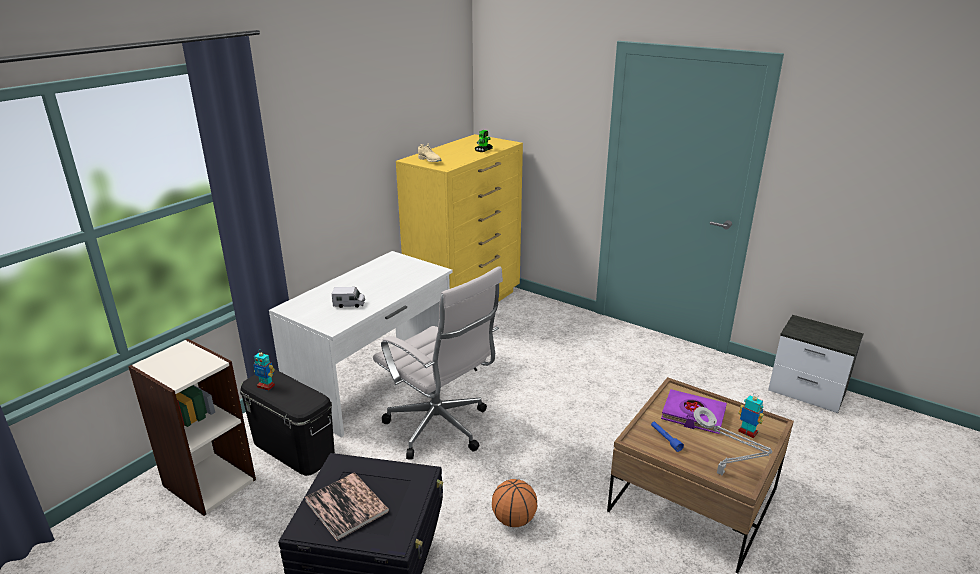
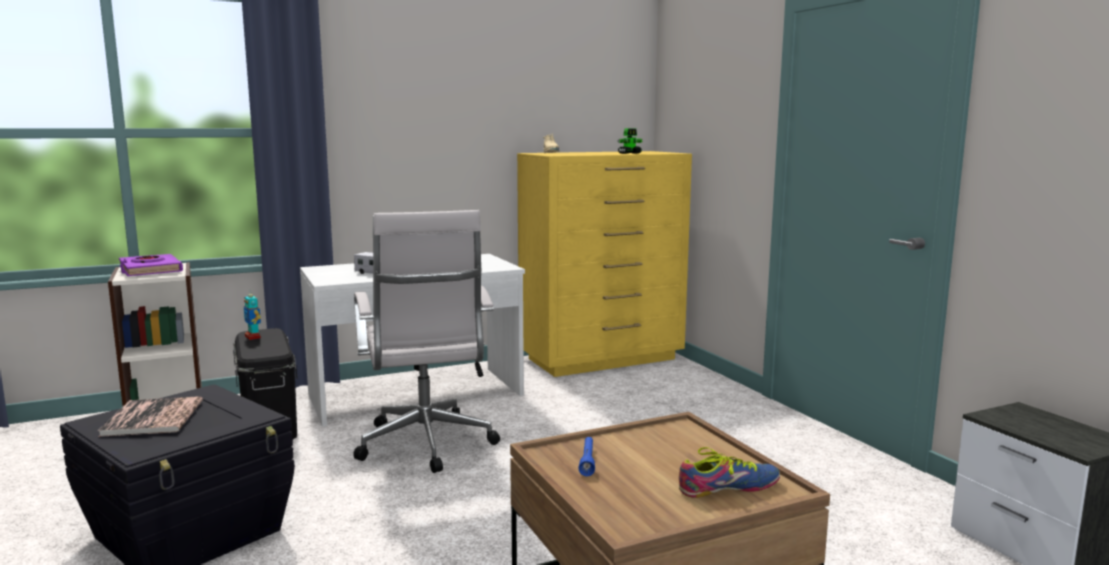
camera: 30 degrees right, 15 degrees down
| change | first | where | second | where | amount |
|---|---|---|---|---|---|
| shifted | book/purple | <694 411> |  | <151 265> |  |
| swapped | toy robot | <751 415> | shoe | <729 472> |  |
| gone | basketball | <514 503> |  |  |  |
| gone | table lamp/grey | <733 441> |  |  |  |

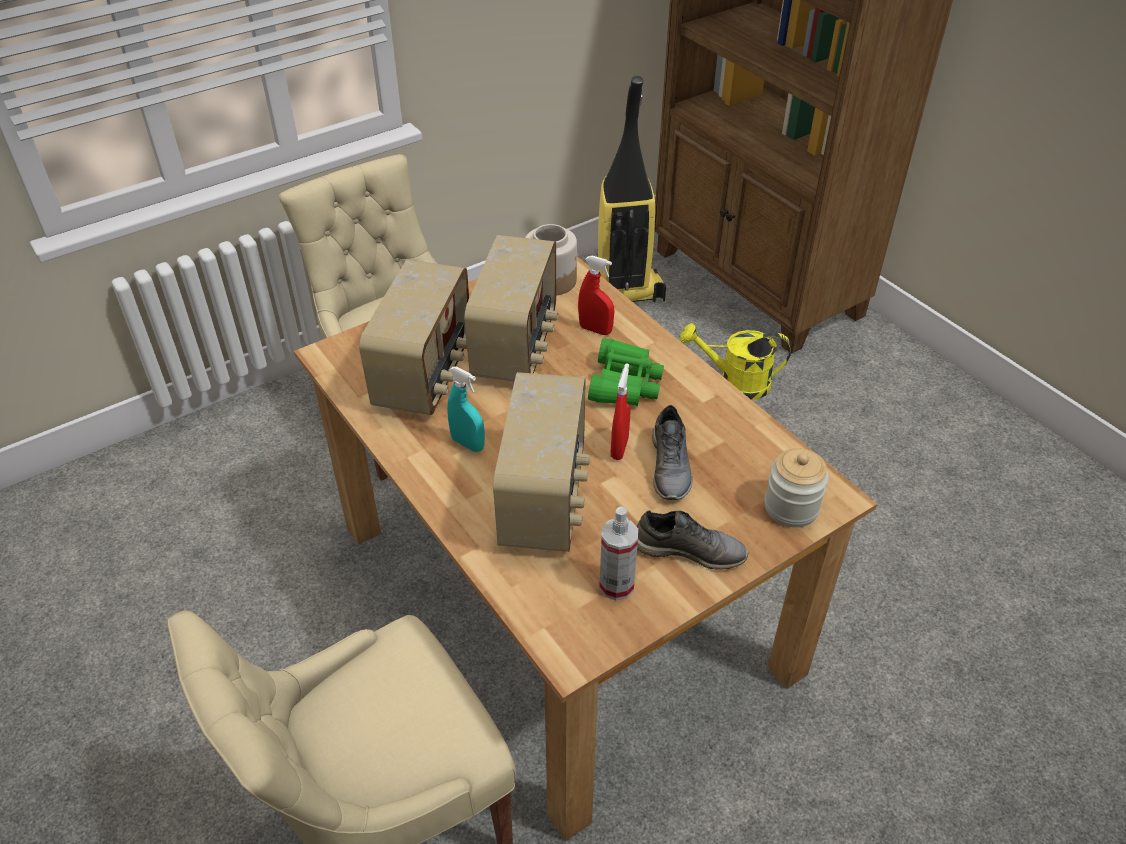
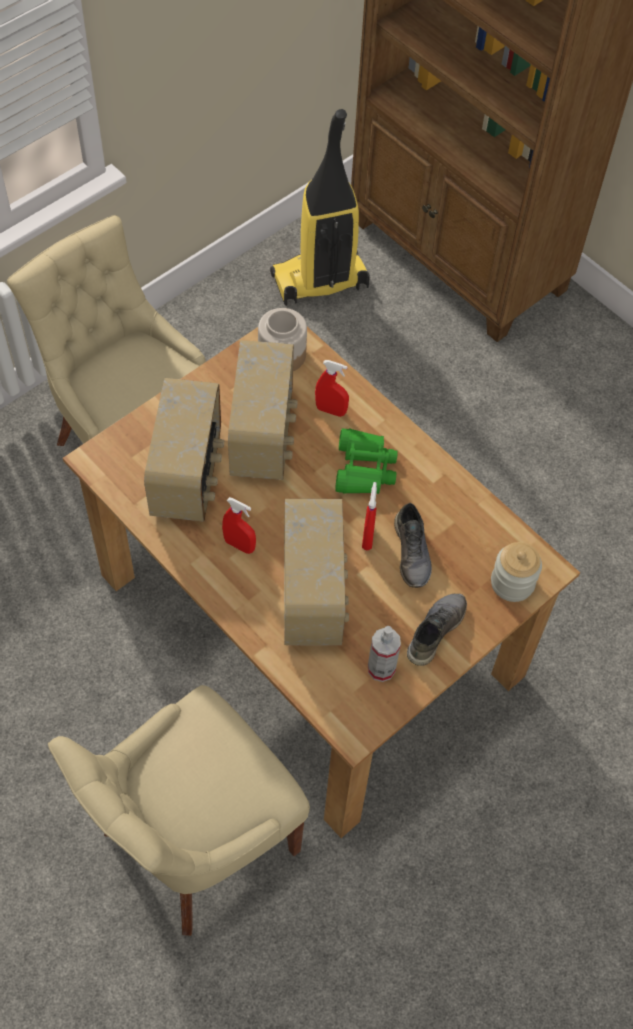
camera: 10 degrees left, 15 degrees up
| change | first | where | second | where | amount |
|---|---|---|---|---|---|
| repainted | spray bottle/turquoise | <466 409> | spray bottle/red | <239 525> |  |
| rotated | shoe/grey | <692 540> |  | <437 630> | 60 degrees counterclockwise |
| gone | watering can/yellow | <735 361> |  |  |  |

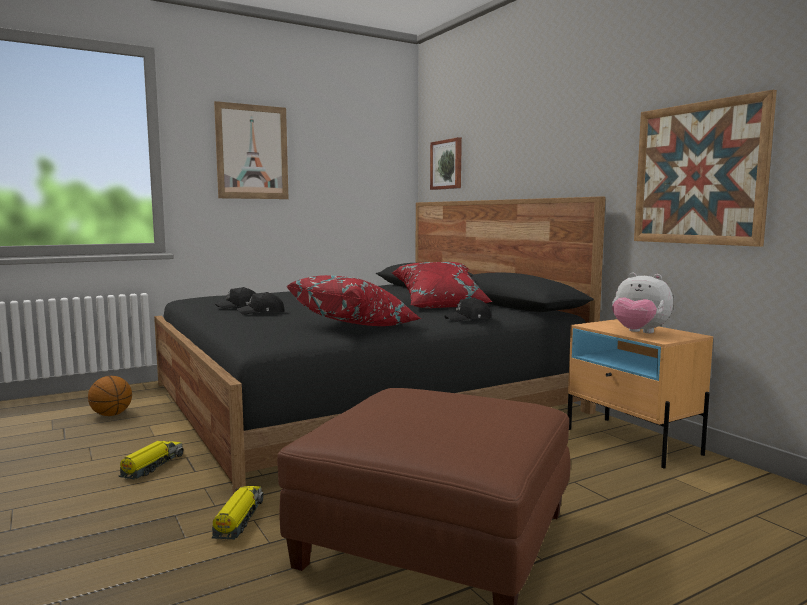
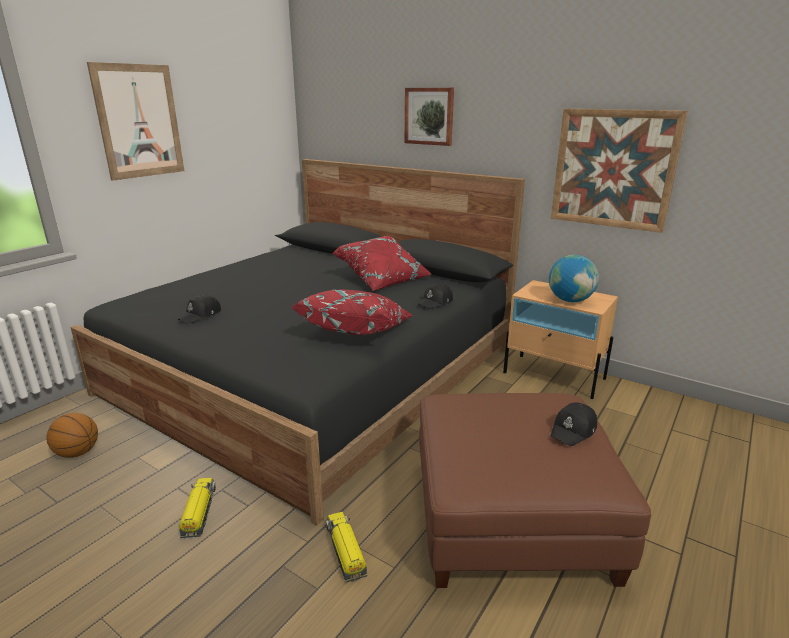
camera: 25 degrees left, 15 degrees up
| change | first | where | second | where | amount |
|---|---|---|---|---|---|
| shifted | picture | <446 163> |  | <429 117> |  |
| swapped | plush toy | <642 302> | globe | <574 278> |  |
| shifted | cap/black | <261 303> |  | <573 424> |  |

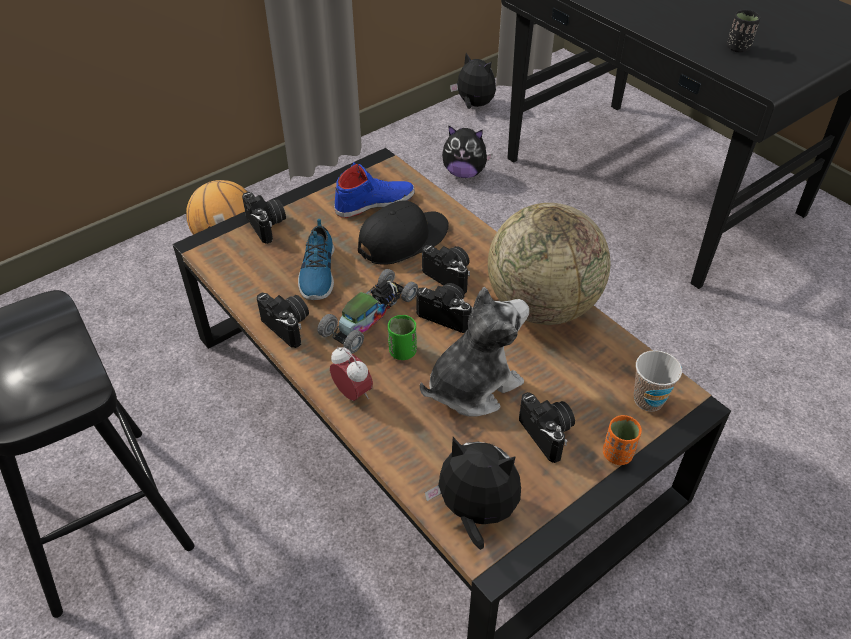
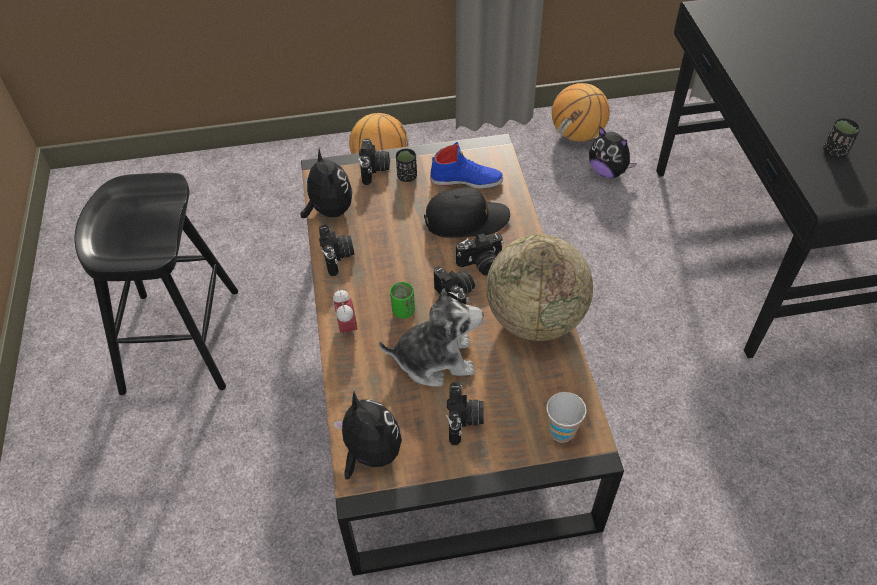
camera: 30 degrees right, 5 degrees up
| change | first | where | second | where | amount |
|---|---|---|---|---|---|
| shifted | plush toy | <473 81> |  | <326 183> |  |
| new |  |  | cup/black | <406 165> |  |
| rotated | photo camera | <446 269> |  | <480 254> | 90 degrees clockwise |
| new |  |  | basketball | <581 112> |  |
| gone | shoe | <316 259> |  |  |  |
| gone | toy car | <367 311> |  |  |  |
| gone | cup/orange | <622 440> |  |  |  |

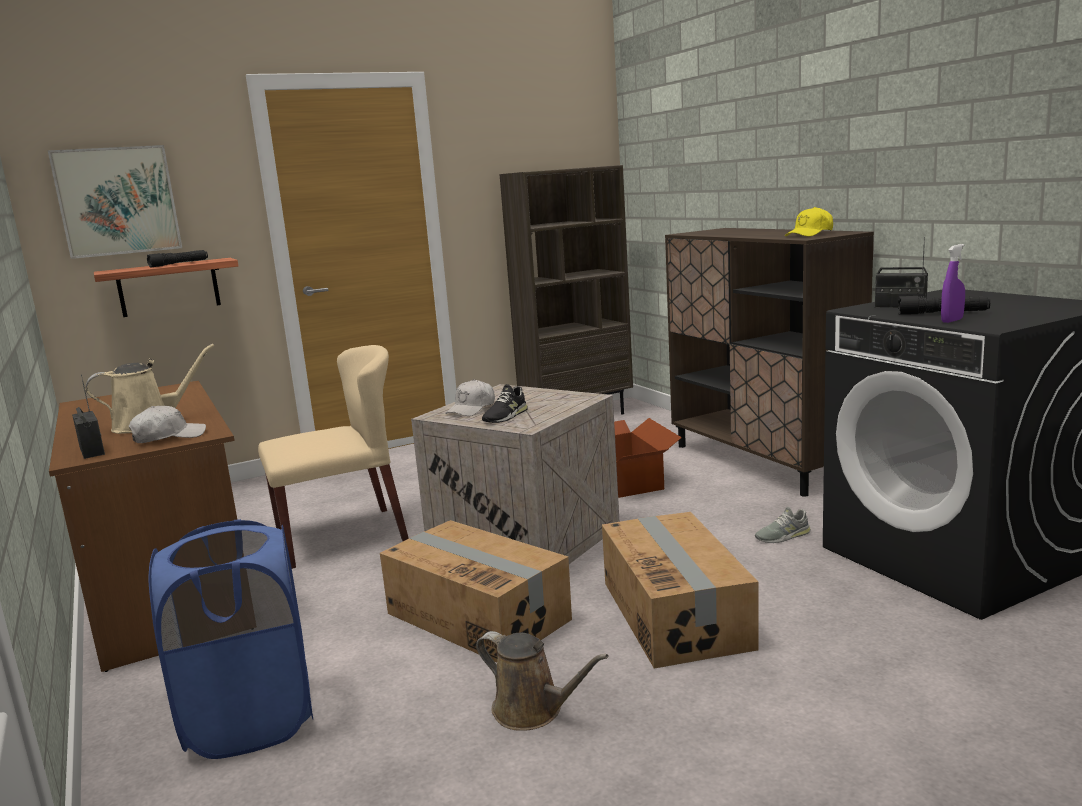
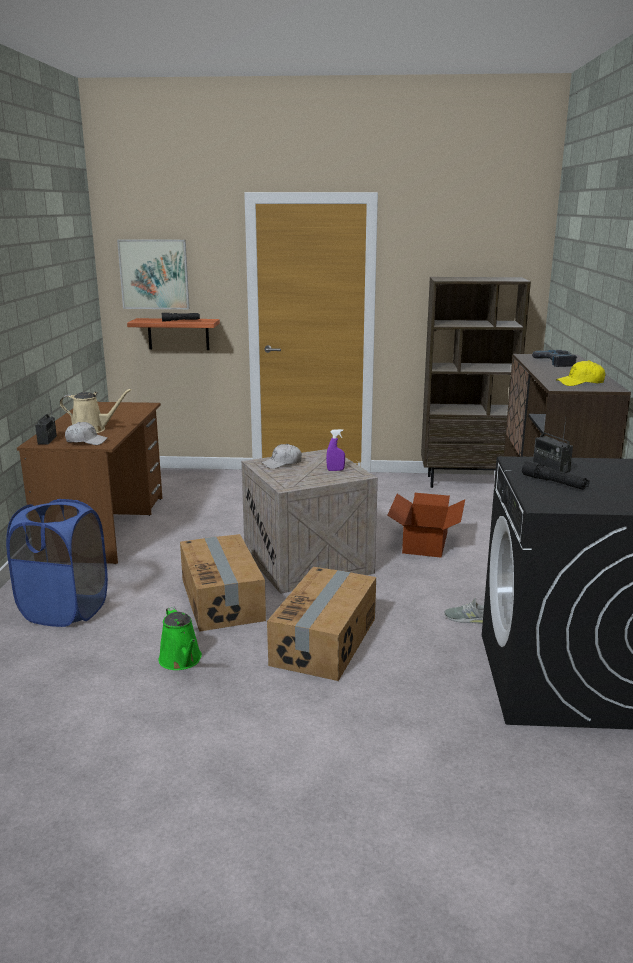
camera: 30 degrees right, 5 degrees up
| change | first | where | second | where | amount |
|---|---|---|---|---|---|
| repainted | watering can/brown | <542 681> | watering can/green | <180 638> |  |
| shifted | spray bottle/purple | <953 283> |  | <335 450> |  |
| new |  |  | power drill | <554 358> |  |
| gone | chair/beige | <333 457> |  |  |  |
| gone | shoe/black | <505 403> |  |  |  |

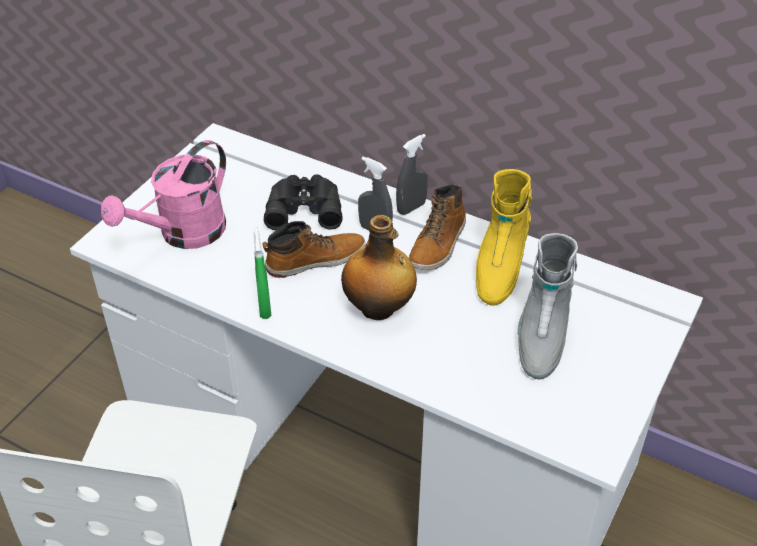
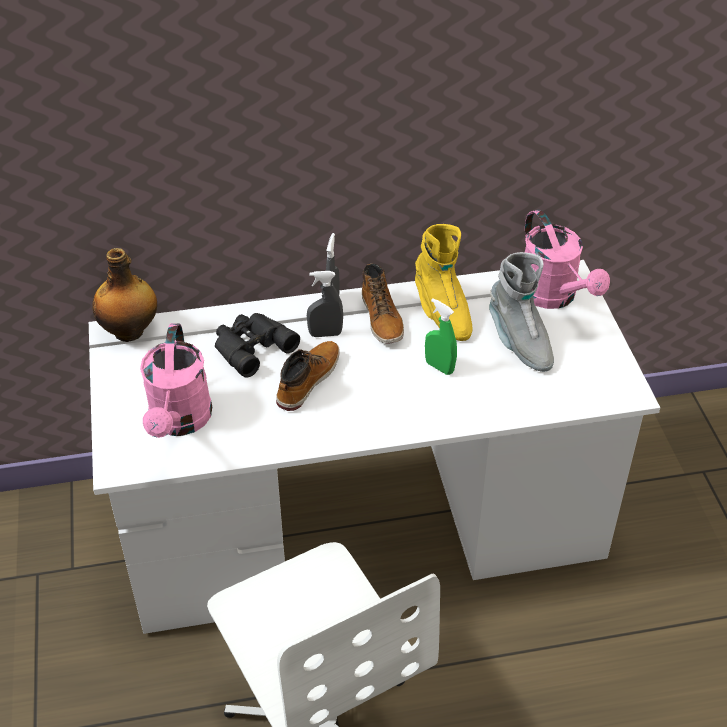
camera: 40 degrees left, 0 degrees up
| change | first | where | second | where | amount |
|---|---|---|---|---|---|
| shifted | bottle | <379 267> |  | <124 295> |  |
| shifted | spray bottle/green | <262 273> |  | <441 336> |  |
| new |  |  | watering can/pink | <567 259> |  |

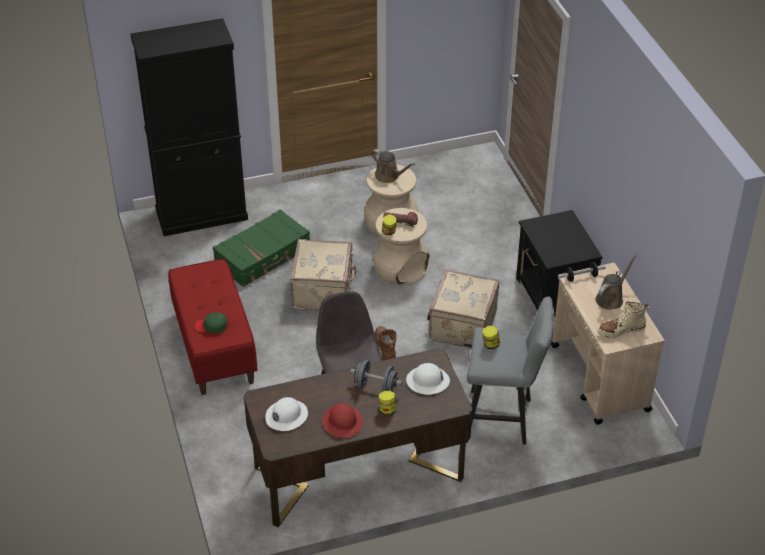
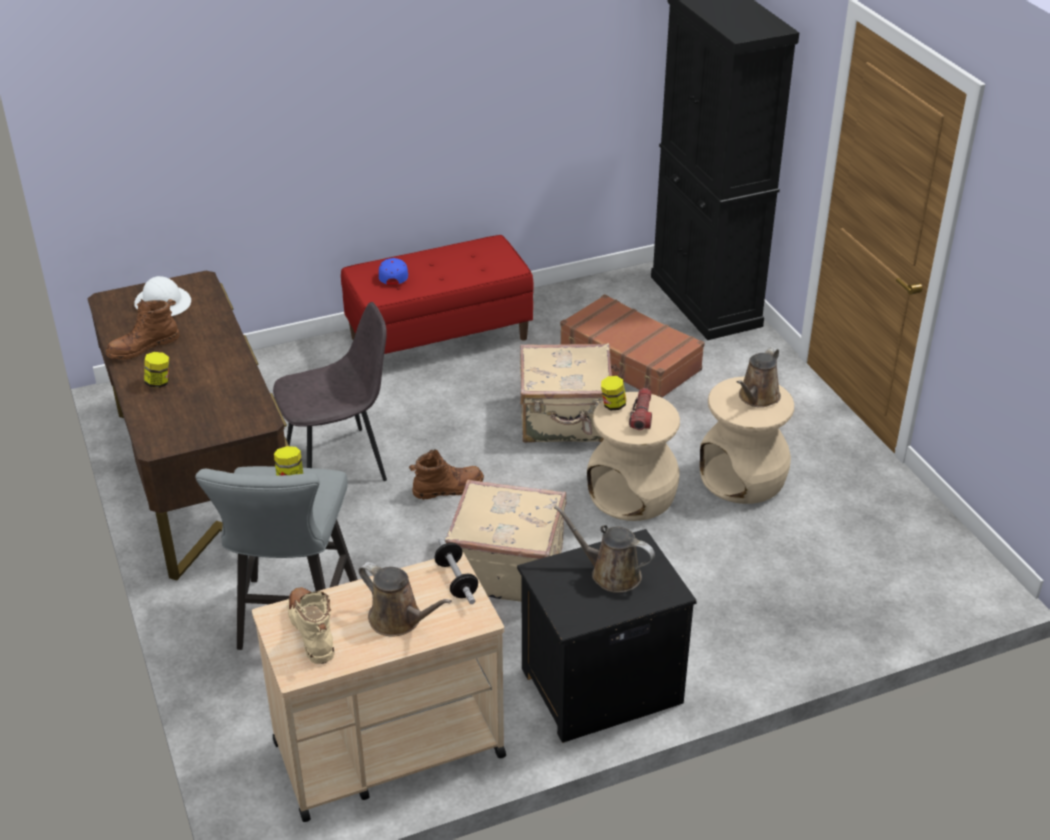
camera: 85 degrees right, 5 degrees down
| change | first | where | second | where | amount |
|---|---|---|---|---|---|
| swapped | hard hat/red | <342 420> | boot/brown | <143 329> |  |
| repainted | cap/green | <210 322> | cap/blue | <393 271> |  |
| new |  |  | watering can/brown | <604 549> |  |
| repainted | suitcase/green | <261 248> | suitcase/brown | <632 346> |  |
| gone | dumbbell/grey | <376 376> |  |  |  |
| gone | hard hat/white | <428 379> |  |  |  |

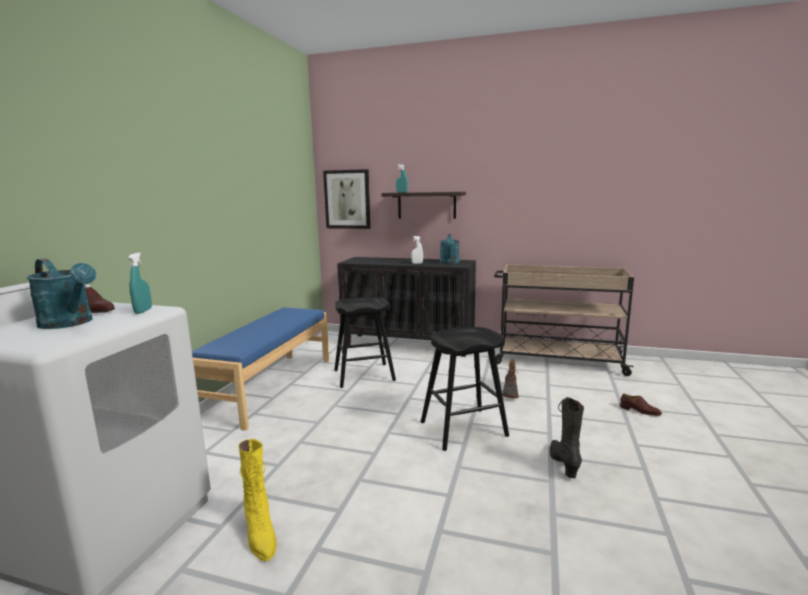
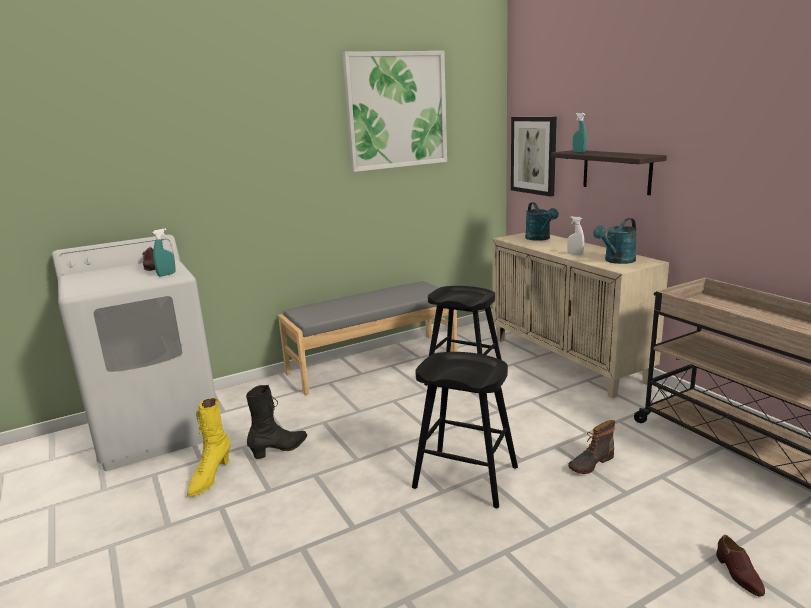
camera: 45 degrees right, 5 degrees up
| change | first | where | second | where | amount |
|---|---|---|---|---|---|
| shifted | boot/black | <567 437> |  | <276 422> |  |
| repainted | bench/blue | <260 369> | bench/grey | <367 338> |  |
| new |  |  | picture | <394 111> |  |
| repainted | cabinet/black | <406 307> | cabinet/beige | <580 315> |  |
| shifted | watering can/turquoise | <61 293> |  | <542 221> |  |

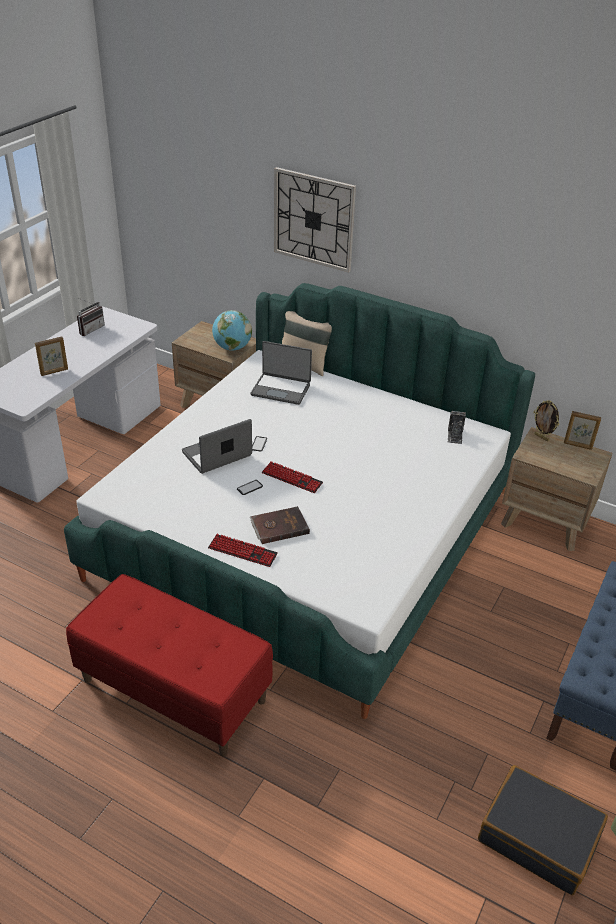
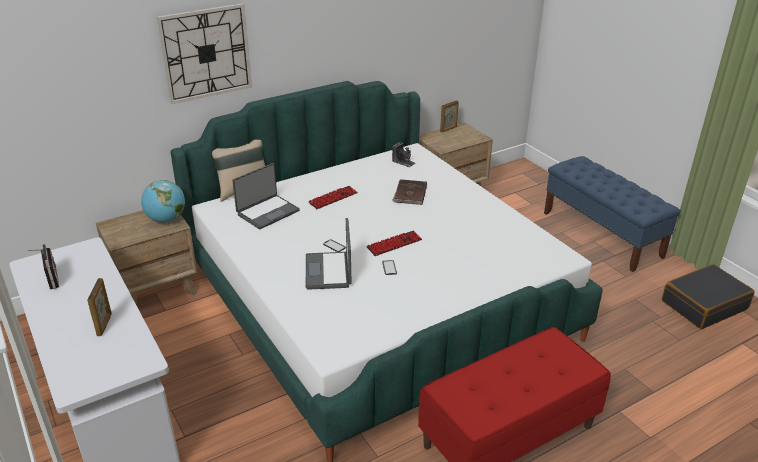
camera: 60 degrees left, 5 degrees down
| change | first | where | second | where | amount |
|---|---|---|---|---|---|
| shifted | keyboard | <243 550> |  | <333 197> |  |
| shifted | book/brown | <280 525> |  | <409 192> |  |
| gone | picture frame | <546 420> |  |  |  |

